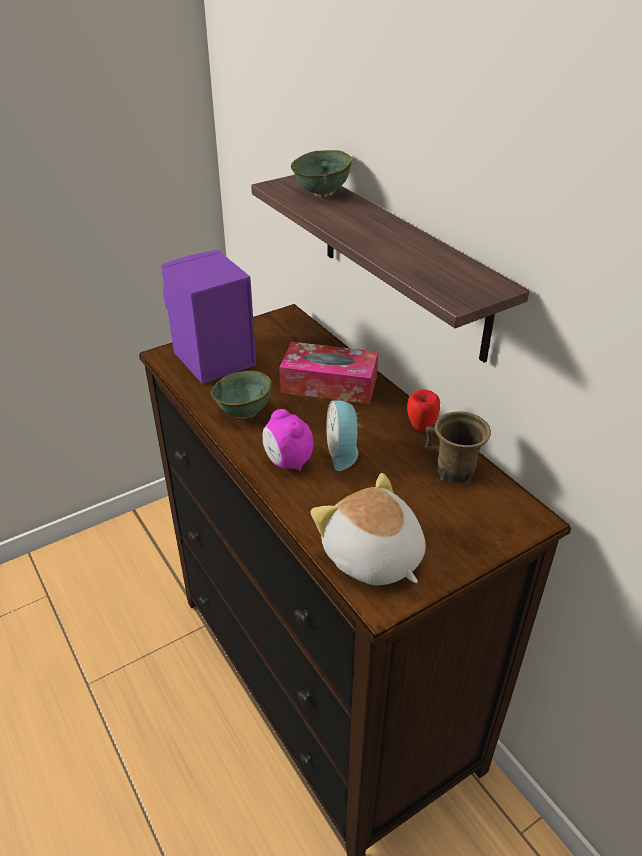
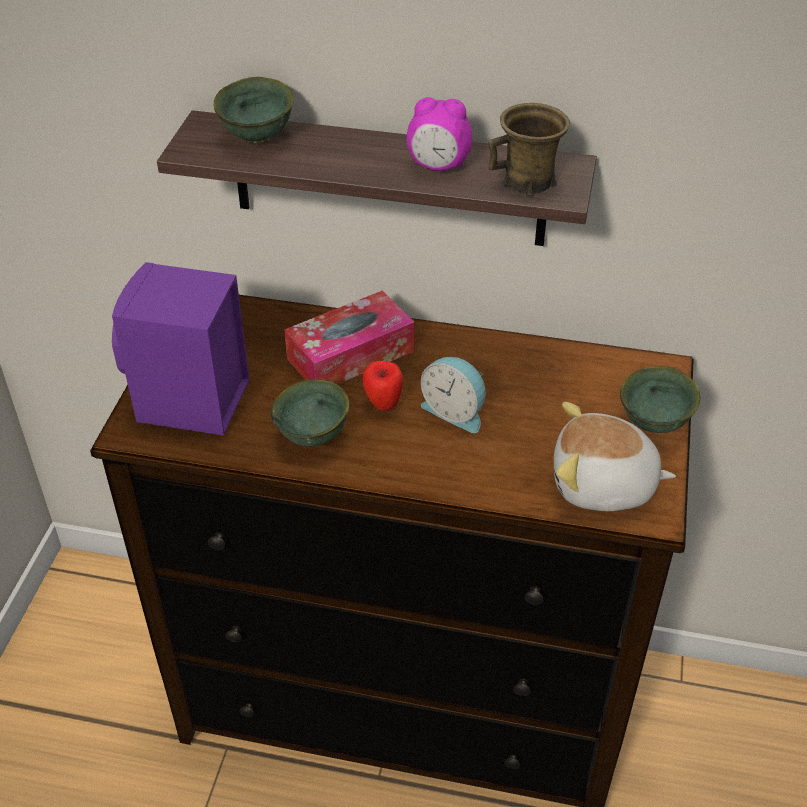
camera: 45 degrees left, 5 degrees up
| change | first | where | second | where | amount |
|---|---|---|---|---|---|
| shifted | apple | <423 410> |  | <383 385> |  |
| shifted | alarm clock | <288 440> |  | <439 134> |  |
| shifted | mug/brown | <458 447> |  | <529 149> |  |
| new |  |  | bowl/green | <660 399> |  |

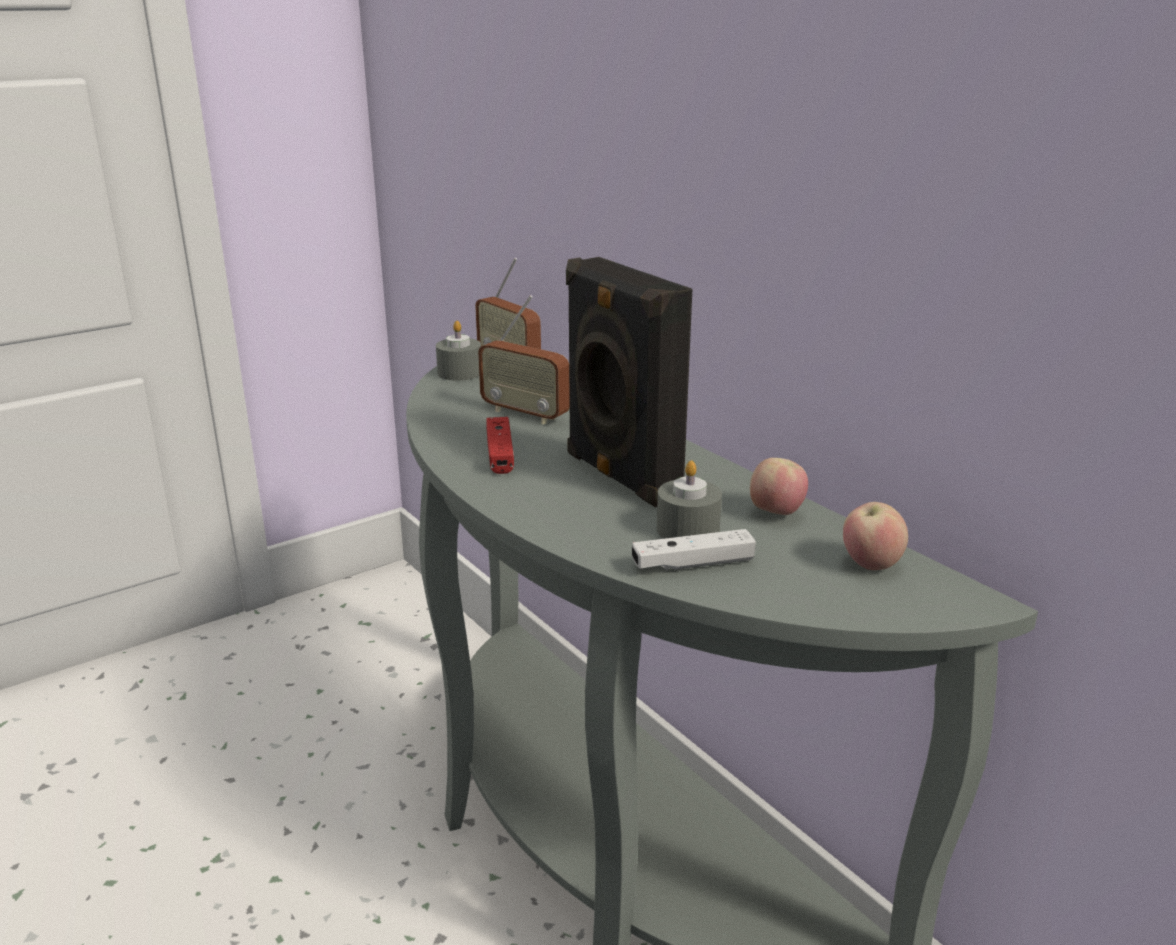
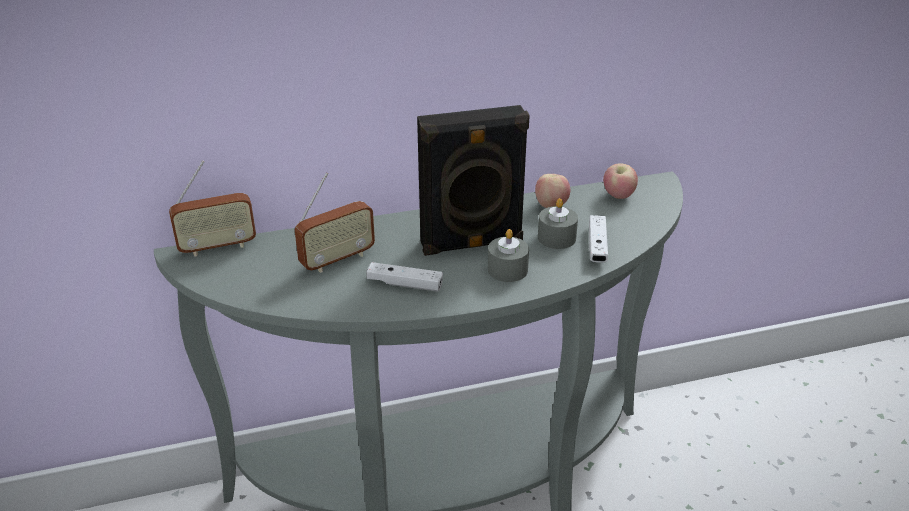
camera: 70 degrees left, 10 degrees up
| change | first | where | second | where | amount |
|---|---|---|---|---|---|
| repainted | game controller/red | <500 445> | game controller/white | <404 277> |  |
| shifted | candle/grey | <458 351> |  | <508 255> |  |

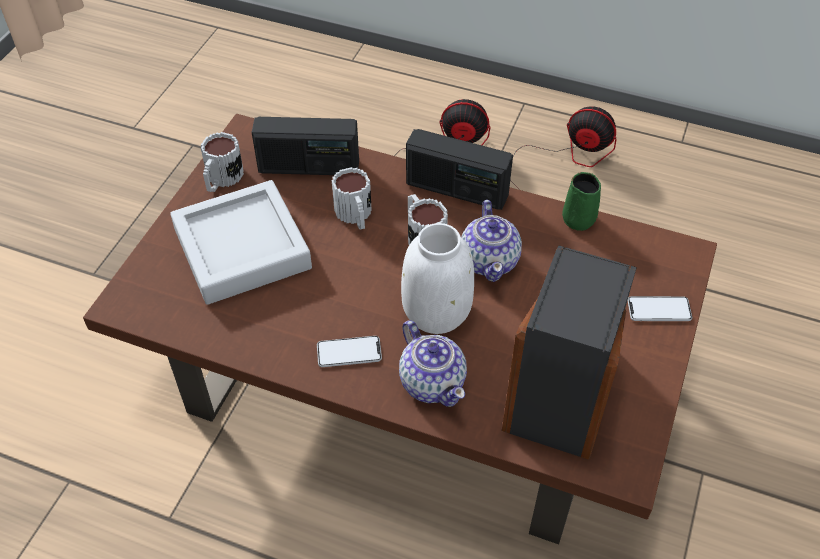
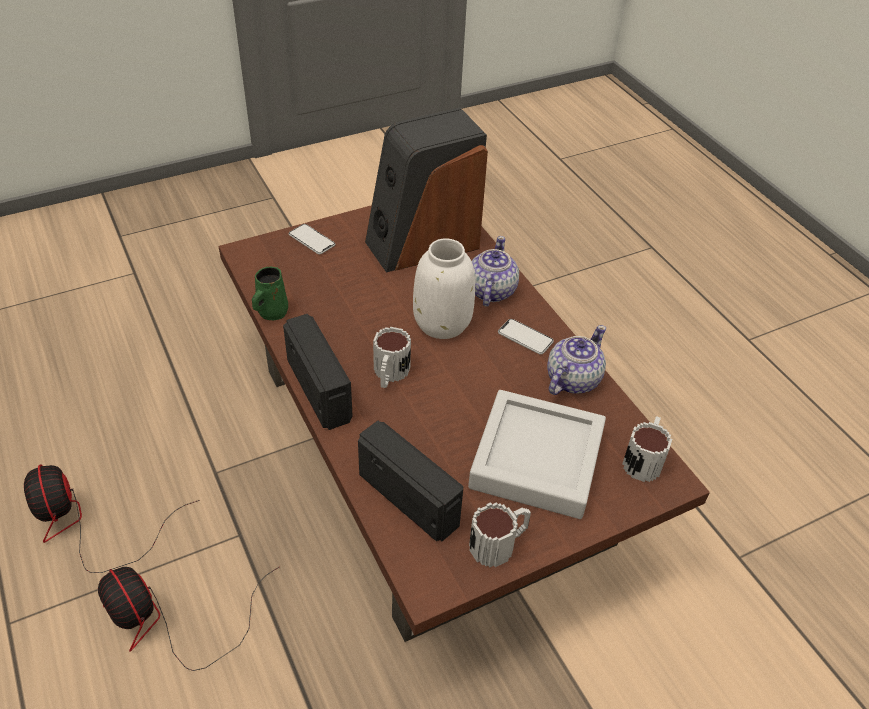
camera: 140 degrees left, 5 degrees down
| change | first | where | second | where | amount |
|---|---|---|---|---|---|
| shifted | teapot | <491 241> |  | <576 360> |  |
| shifted | mug | <352 198> |  | <647 449> |  |

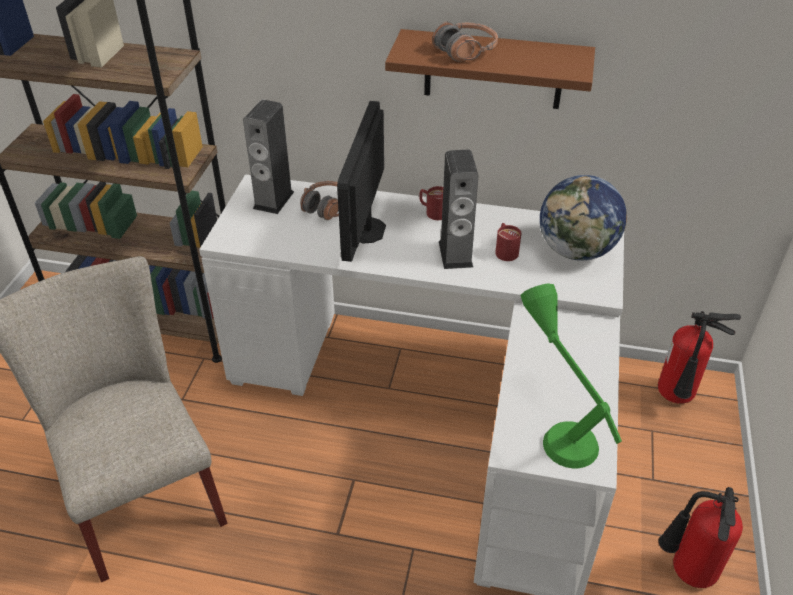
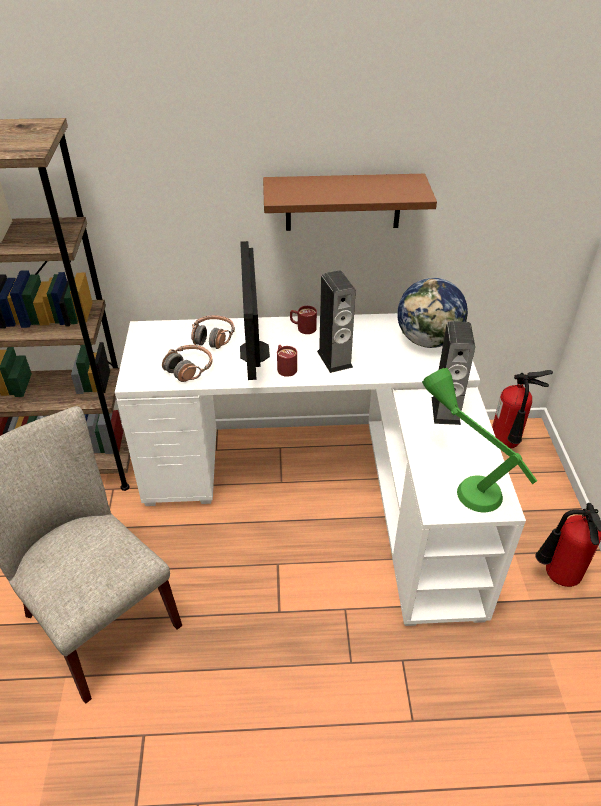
camera: 15 degrees left, 0 degrees up
| change | first | where | second | where | amount |
|---|---|---|---|---|---|
| shifted | headphones | <465 41> |  | <187 363> |  |
| shifted | mug/red | <508 242> |  | <287 361> |  |
| shifted | speaker | <268 157> |  | <453 373> |  |

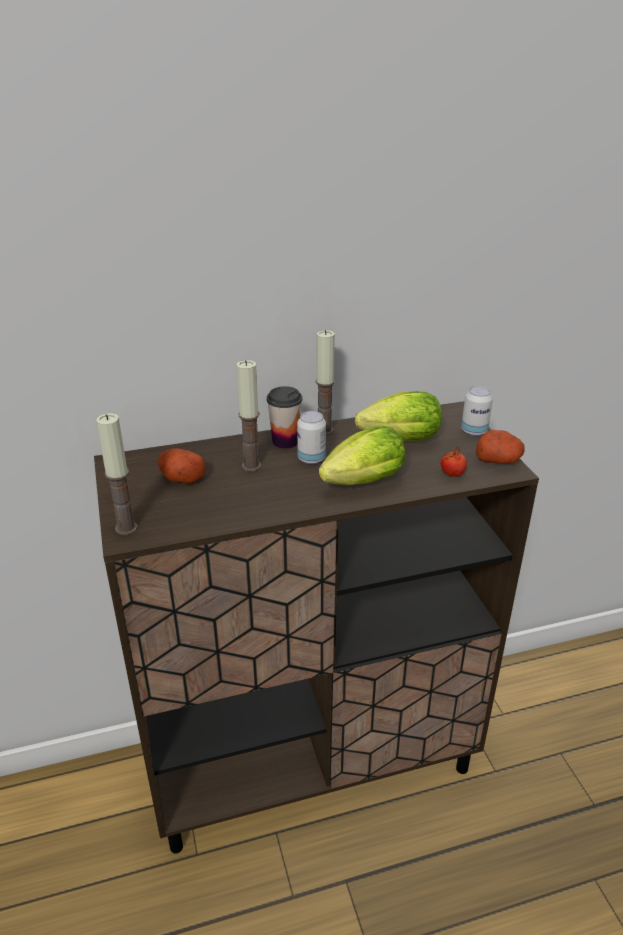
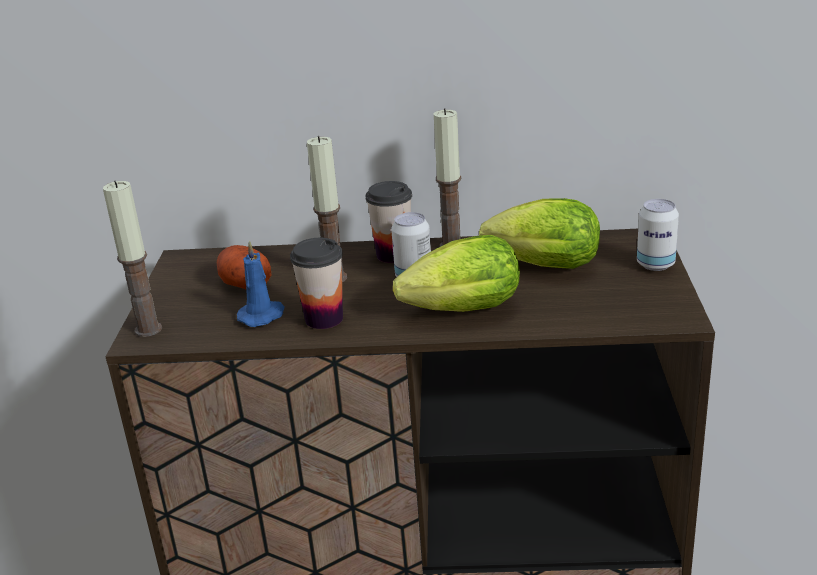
camera: 20 degrees right, 5 degrees down
| change | first | where | second | where | amount |
|---|---|---|---|---|---|
| new |  |  | candle/blue | <260 283> |  |
| new |  |  | cup | <316 283> |  |
| gone | tomato | <454 460> |  |  |  |
| gone | potato | <500 447> |  |  |  |

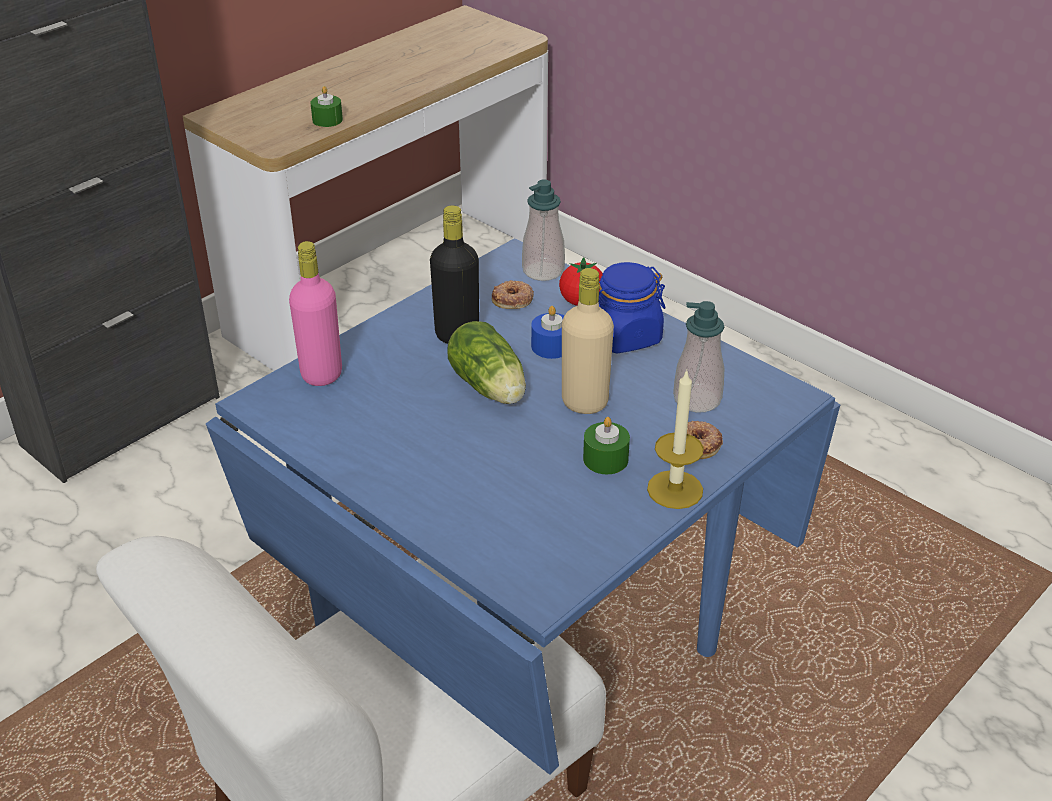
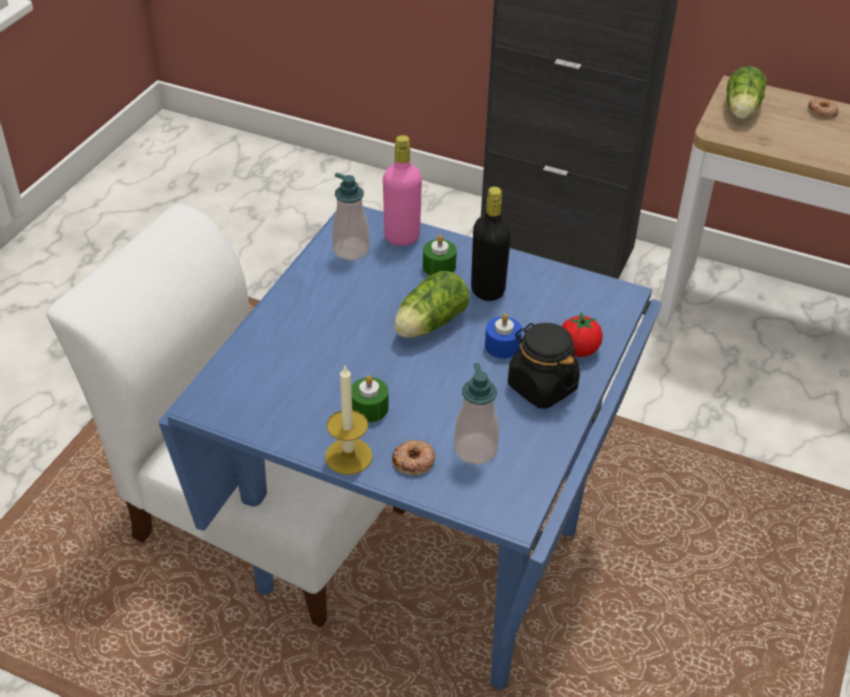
camera: 70 degrees right, 5 degrees up
| change | first | where | second | where | amount |
|---|---|---|---|---|---|
| shifted | soap dispenser | <543 230> |  | <351 216> |  |
| shifted | candle/green | <326 106> |  | <440 255> |  |
| repainted | jar/blue | <631 308> | jar/black | <544 366> |  |
| new |  |  | lettuce | <747 92> |  |
| shifted | donut | <513 294> |  | <823 108> |  |
| gone | bottle/beige | <588 341> |  |  |  |

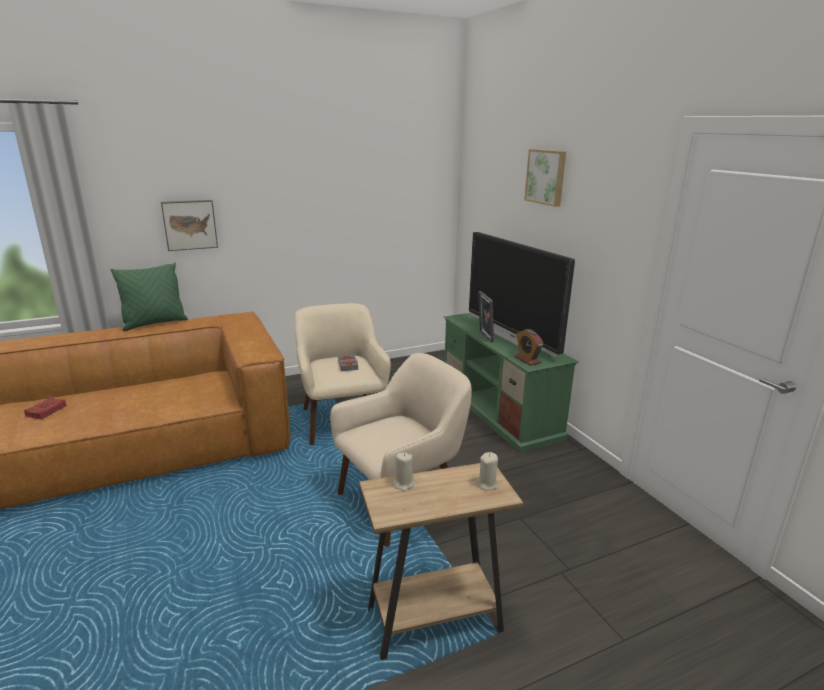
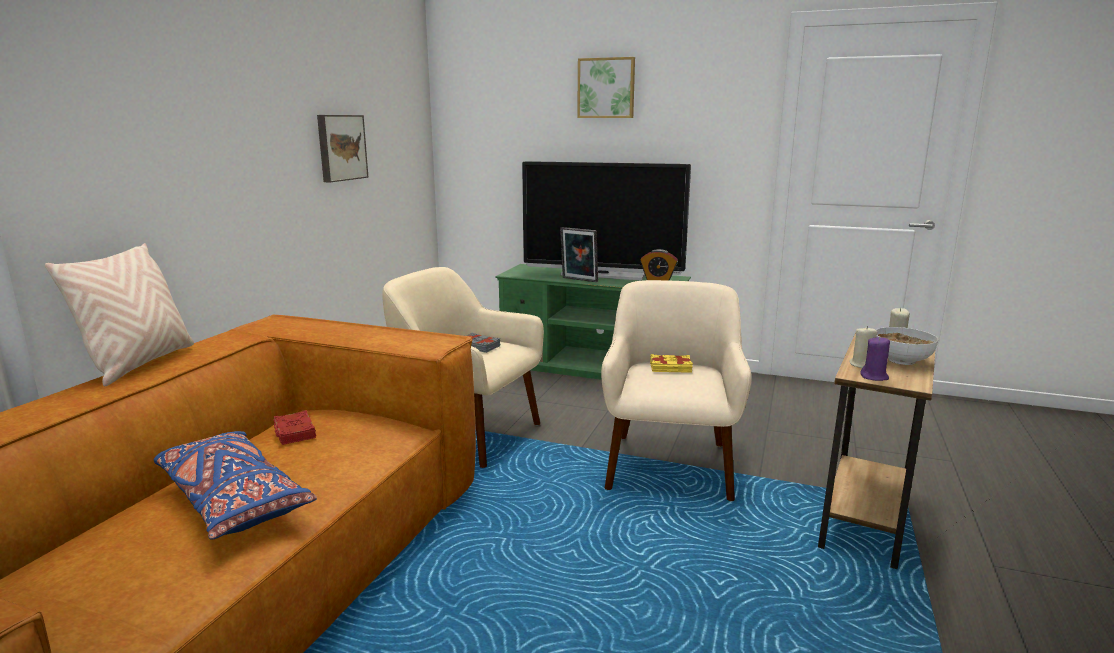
camera: 45 degrees left, 5 degrees down
| change | first | where | second | where | amount |
|---|---|---|---|---|---|
| repainted | pillow/green | <149 297> | pillow/beige | <119 314> |  |
| new |  |  | pillow/blue | <235 485> |  |
| shifted | book/red | <45 408> |  | <294 427> |  |
| shifted | picture | <189 225> |  | <342 148> |  |
| new |  |  | book/yellow | <671 363> |  |
| new |  |  | candle/purple | <875 358> |  |
| new |  |  | bowl | <907 346> |  |

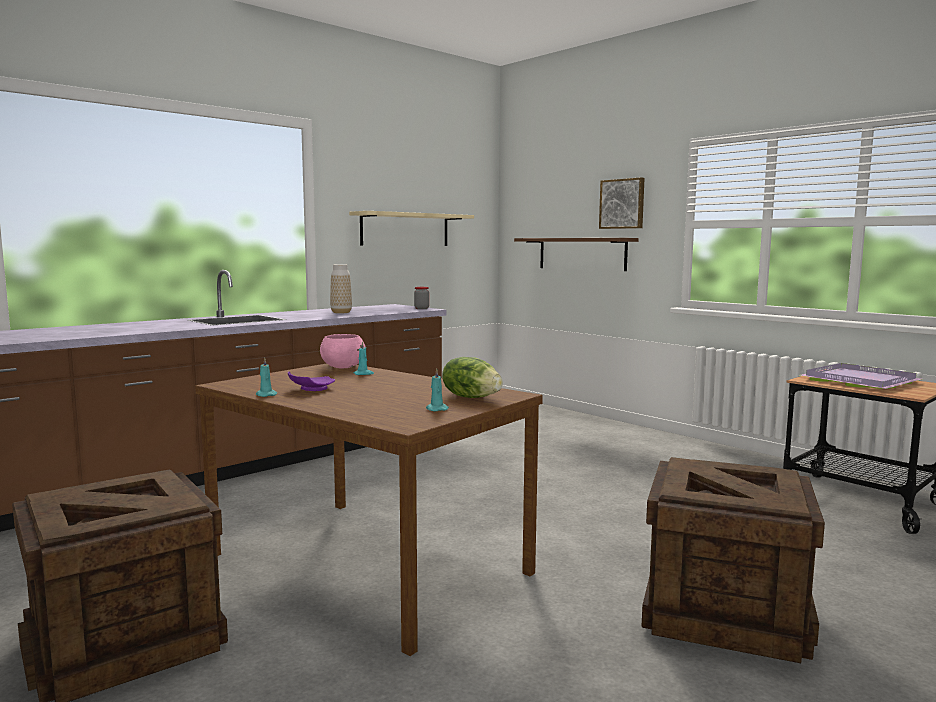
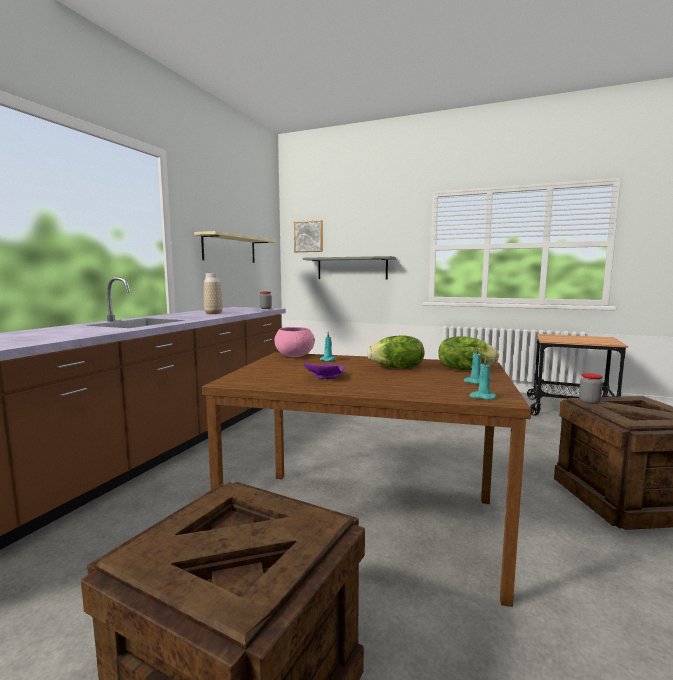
camera: 25 degrees left, 0 degrees up
| change | first | where | second | where | amount |
|---|---|---|---|---|---|
| shifted | picture | <622 203> |  | <308 236> |  |
| repainted | shelf/brown | <576 254> | shelf/grey | <349 267> |  |
| new |  |  | lettuce | <395 351> |  |
| shifted | candle/turquoise | <266 377> |  | <482 377> |  |
| new |  |  | jar | <591 388> |  |
| gone | tray/purple | <861 376> |  |  |  |

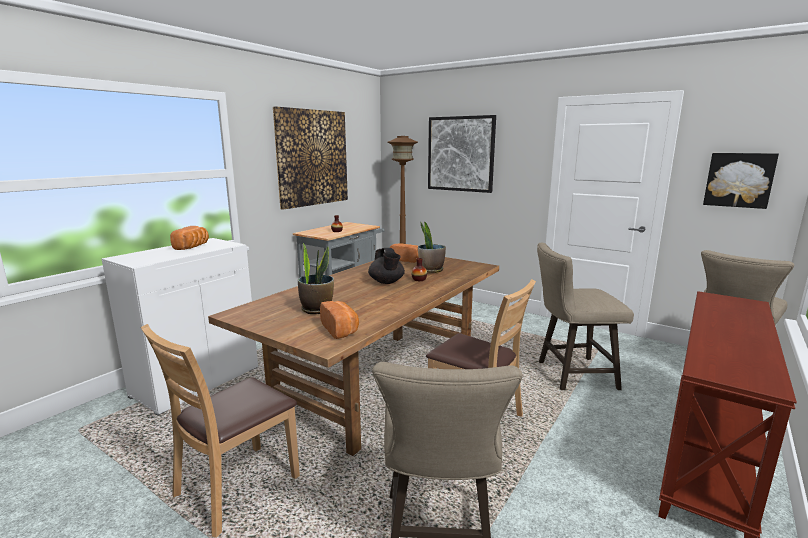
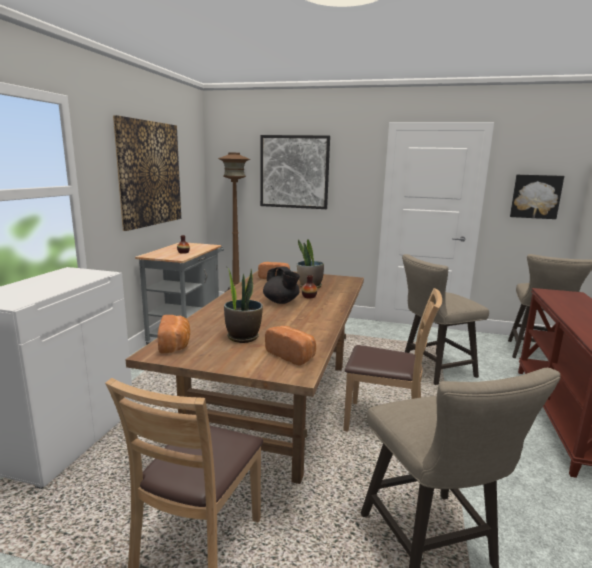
camera: 20 degrees left, 0 degrees up
| change | first | where | second | where | amount |
|---|---|---|---|---|---|
| shifted | bread | <189 238> |  | <174 334> |  |

